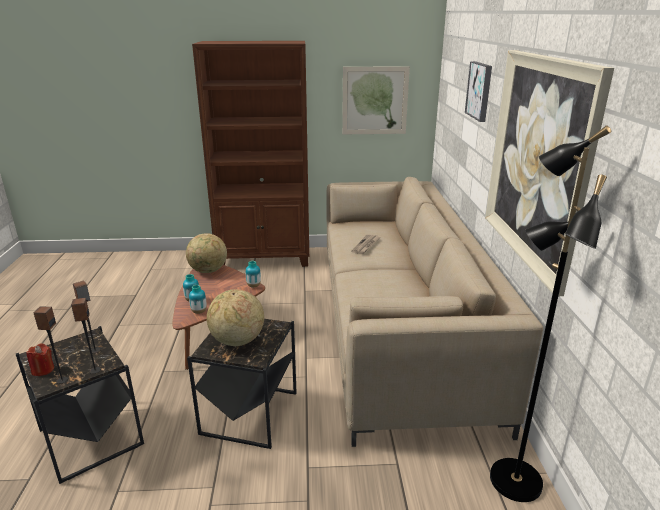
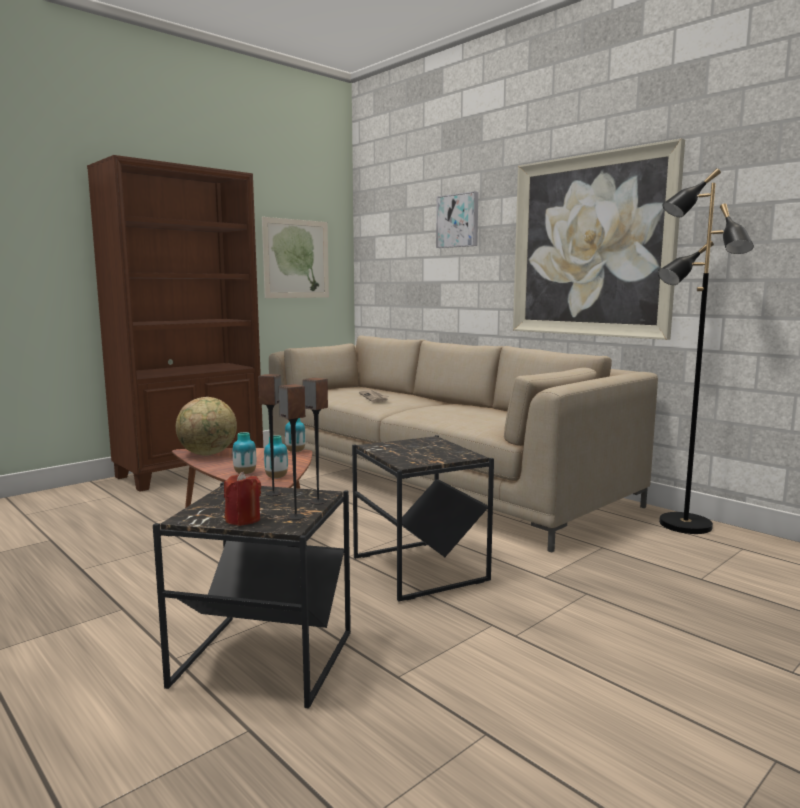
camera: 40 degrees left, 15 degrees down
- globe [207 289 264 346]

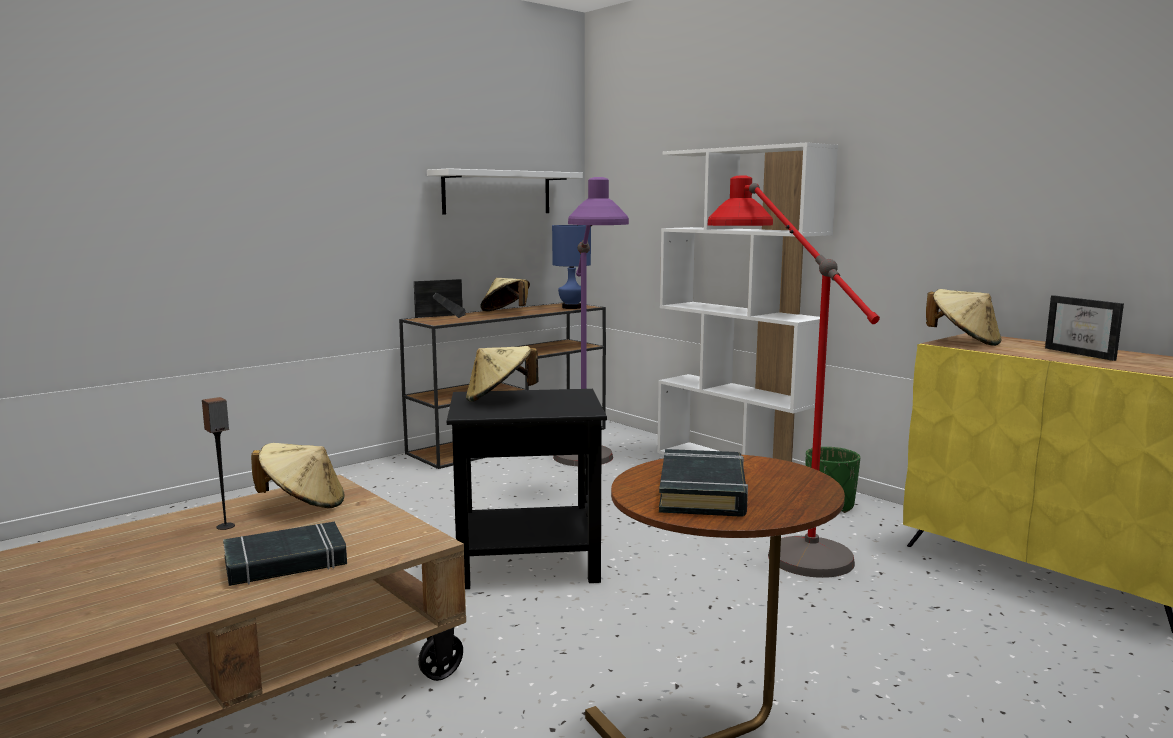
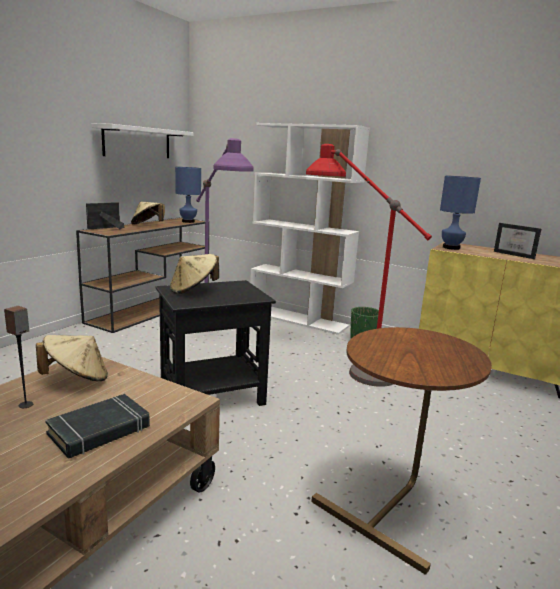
camera: 20 degrees left, 5 degrees up
~ hat (beige) [926 289 1001 346] to table lamp (blue) [440 176 481 250]
- book (black) [659 449 748 517]

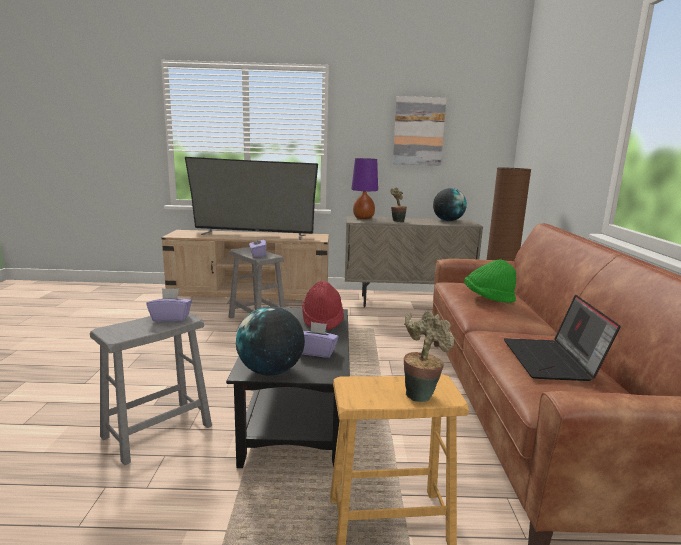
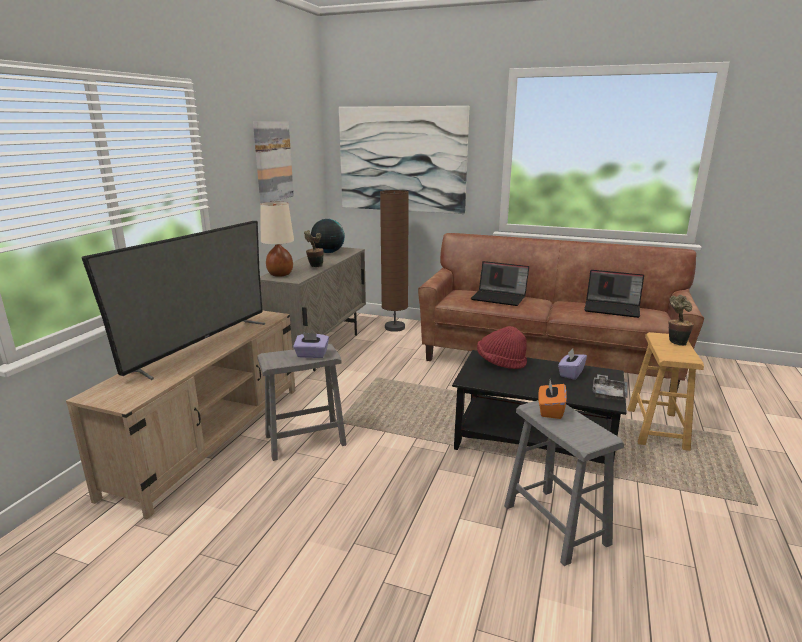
camera: 70 degrees left, 5 degrees up
~ table lamp (purple) [351 158 378 219] to table lamp (beige) [260 202 294 277]
~ hat (green) [464 259 516 303] to laptop [470 261 529 306]
~ tissue box (purple) [146 288 192 322] to tissue box (orange) [538 380 567 419]
~ globe [236 306 305 376] to tray (grey) [592 374 627 400]
+ picture [339 106 469 214]

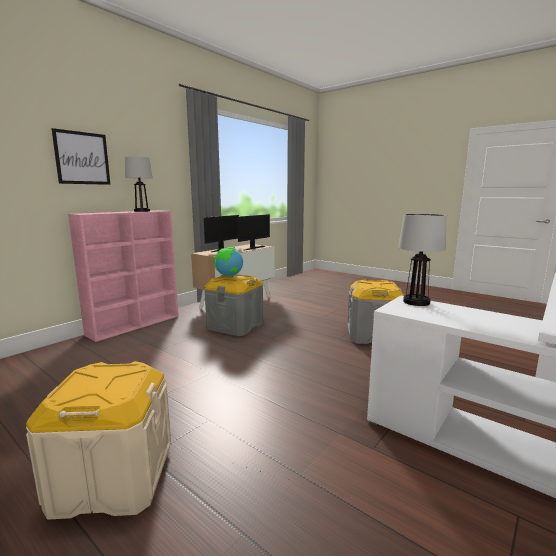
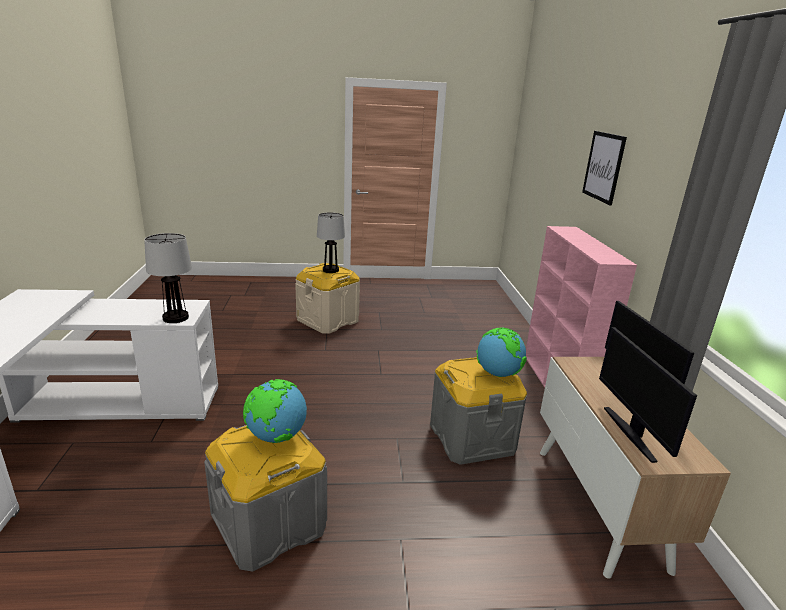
camera: 135 degrees right, 10 degrees up
~ table lamp [125 156 153 212] to [317 212 345 273]
+ globe [243 379 307 443]

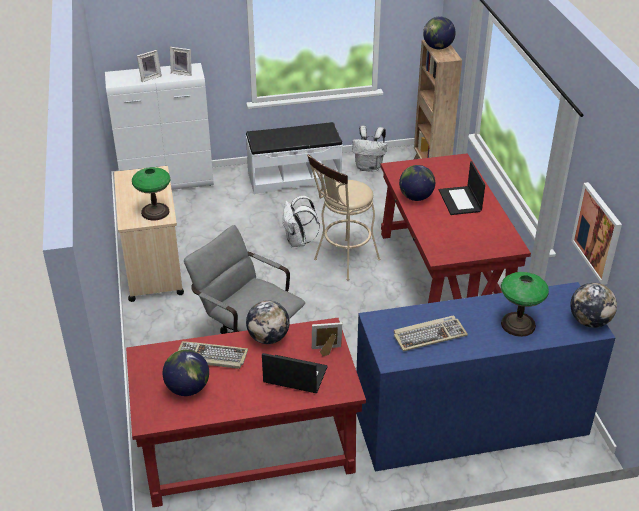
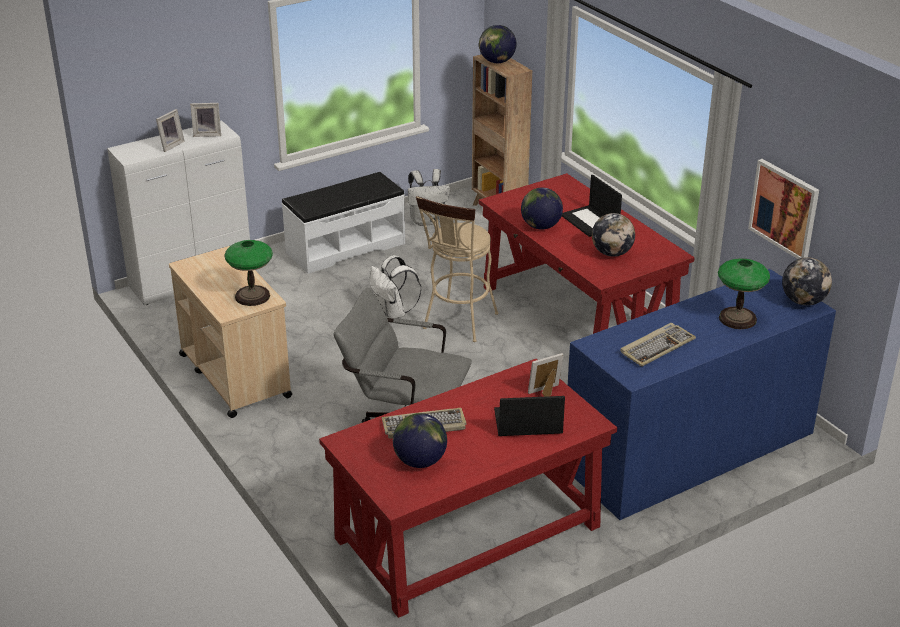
camera: 20 degrees left, 5 degrees down
~ globe [246 300 290 344] to [592 213 635 257]

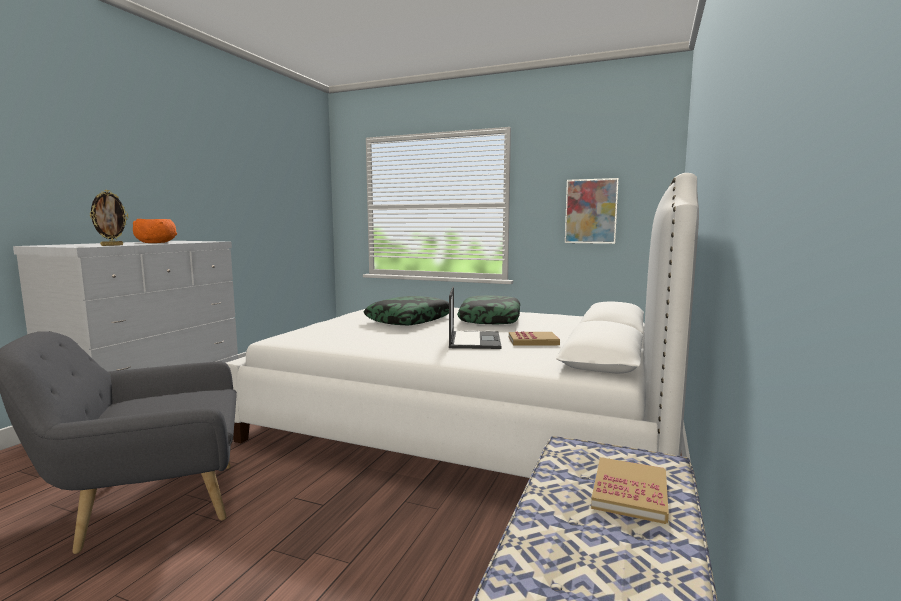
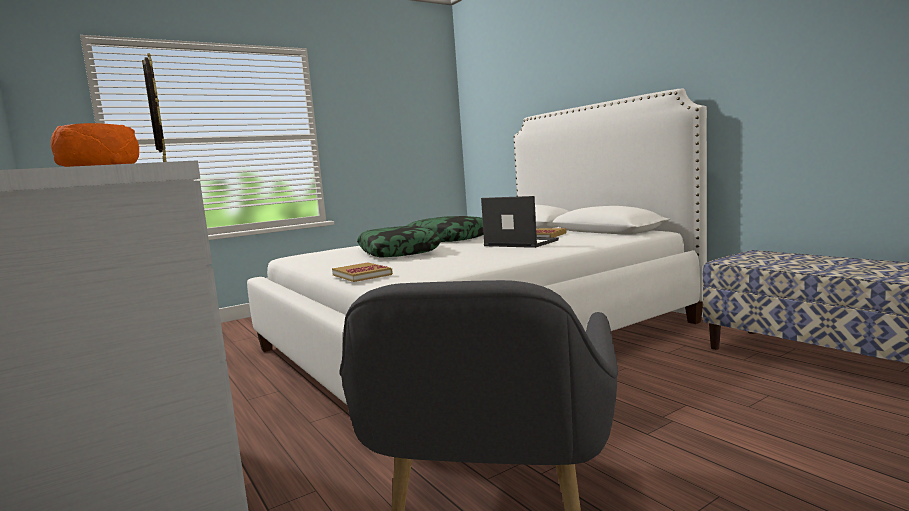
camera: 55 degrees left, 0 degrees up
- picture [565 178 619 244]
~ book [591 457 669 524] to [332 263 393 282]

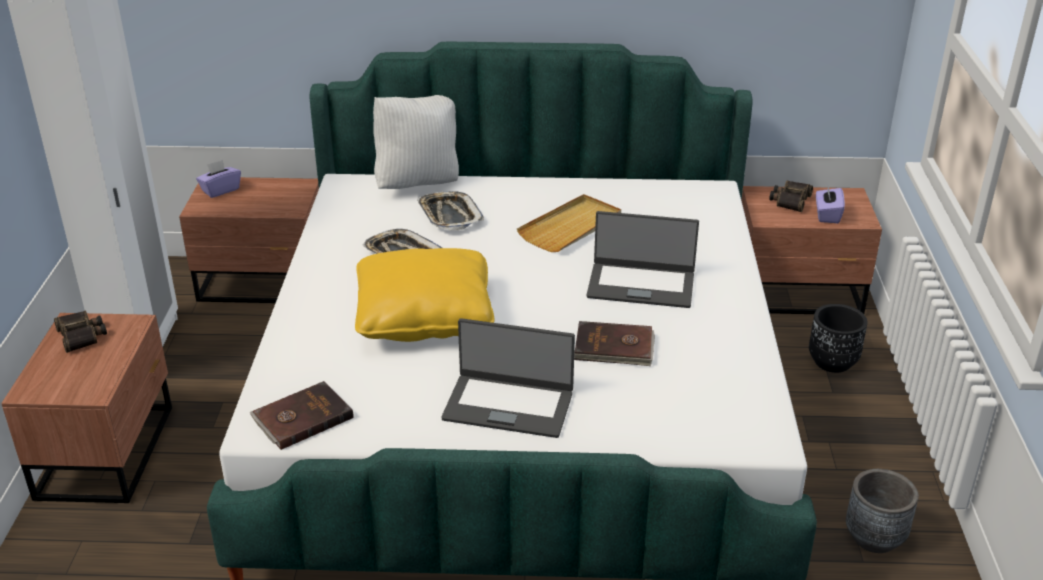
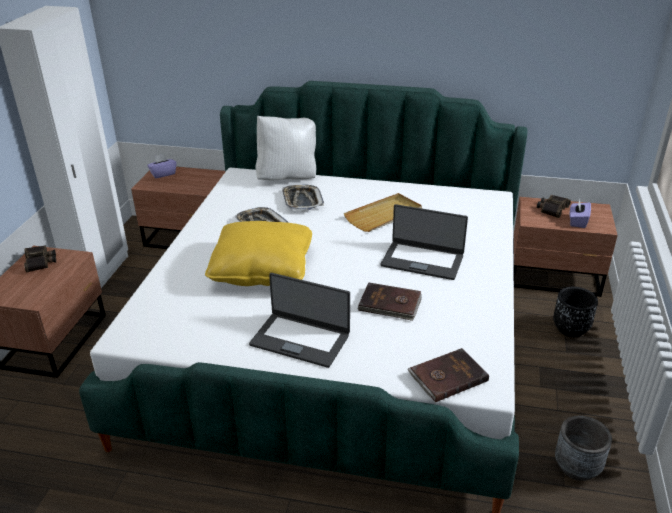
camera: 10 degrees right, 0 degrees up
~ book (brown) [250 381 354 450] to [407 348 489 402]

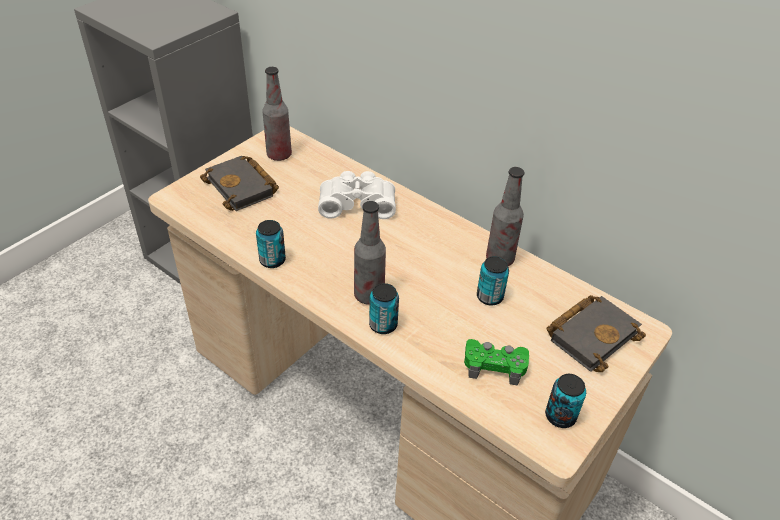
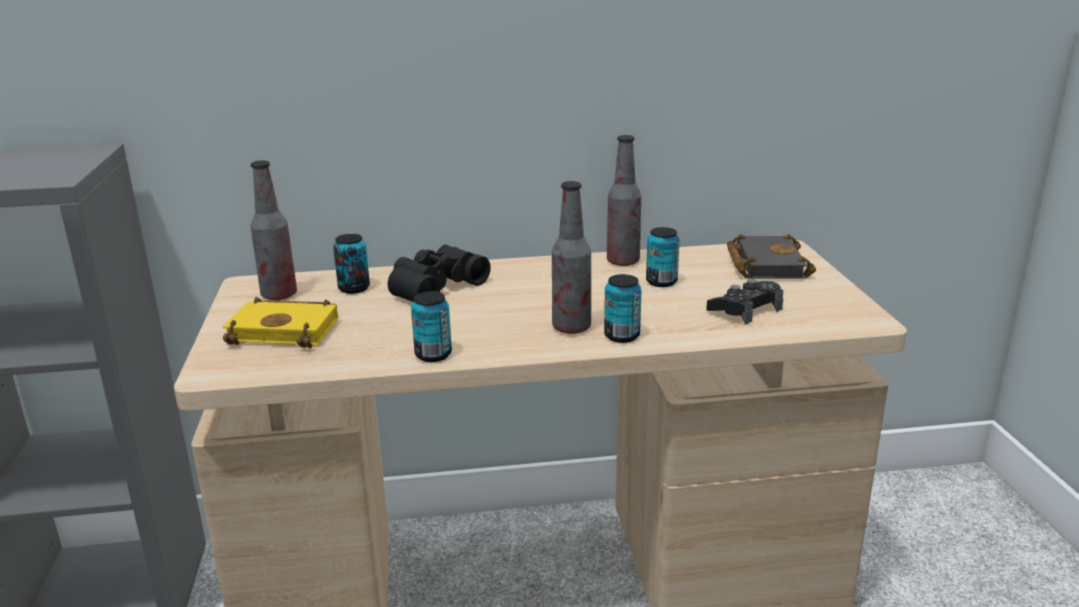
camera: 45 degrees left, 20 degrees down
~ book (black) [200 156 279 211] to book (yellow) [223 297 338 348]
~ binoculars (white) [318 171 396 219] to binoculars (black) [388 245 491 302]
~ game controller (green) [464 339 529 385] to game controller (black) [706 279 783 324]
~ can [545 374 586 428] to [333 234 370 294]

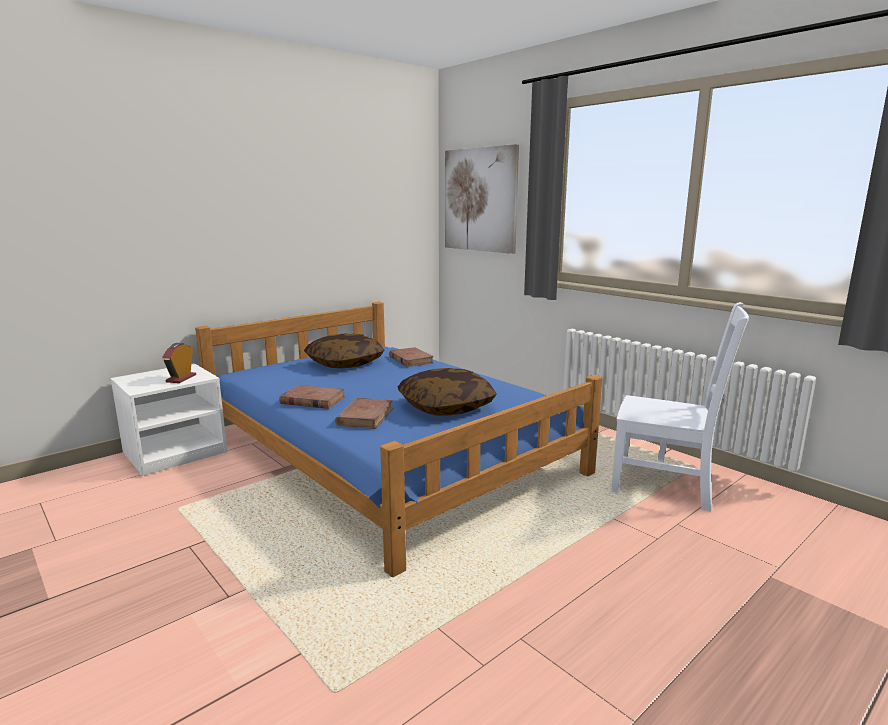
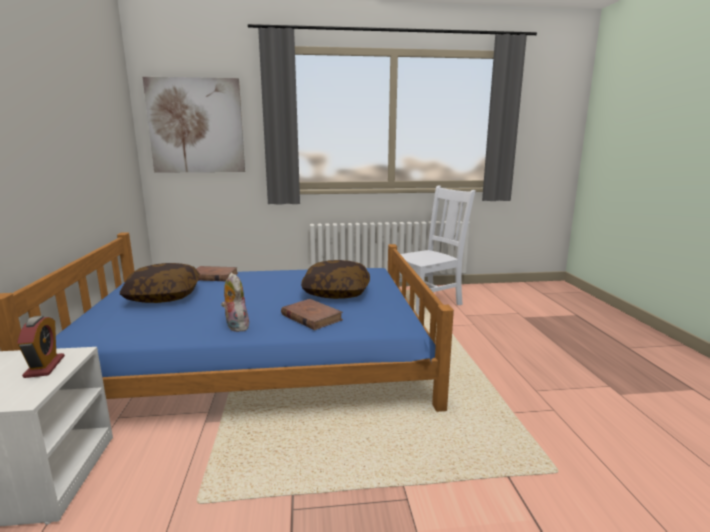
camera: 55 degrees left, 0 degrees up
~ alarm clock [162 343 196 383] = [17 315 65 378] 150 degrees counterclockwise
~ book (brown) [279 385 345 409] to plush toy [221 273 250 332]

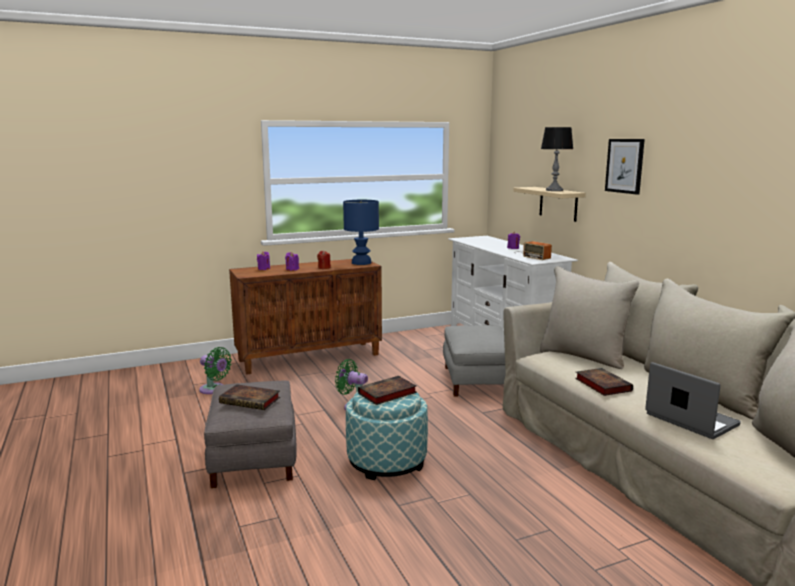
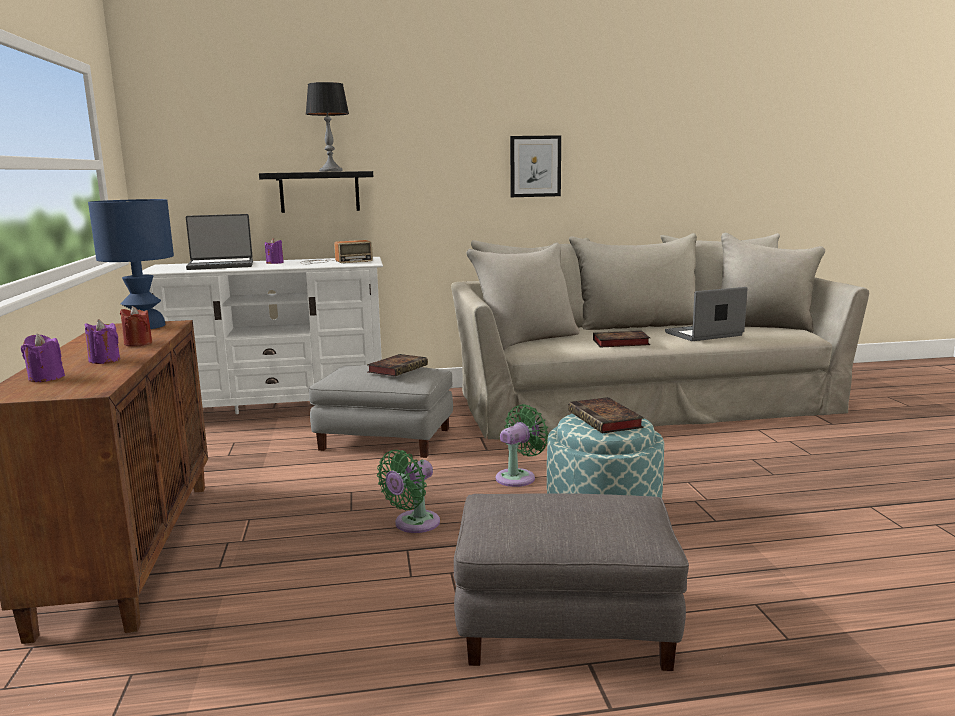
camera: 75 degrees left, 0 degrees up
~ picture [605 139 645 195] to [510 135 561 197]
~ shelf (beige) [513 187 586 222] to shelf (black) [259 171 373 213]
~ fan (green) [199 347 232 394] to [496 404 549 487]
~ book [219 384 280 410] to [367 354 428 376]
+ laptop [186 214 253 270]

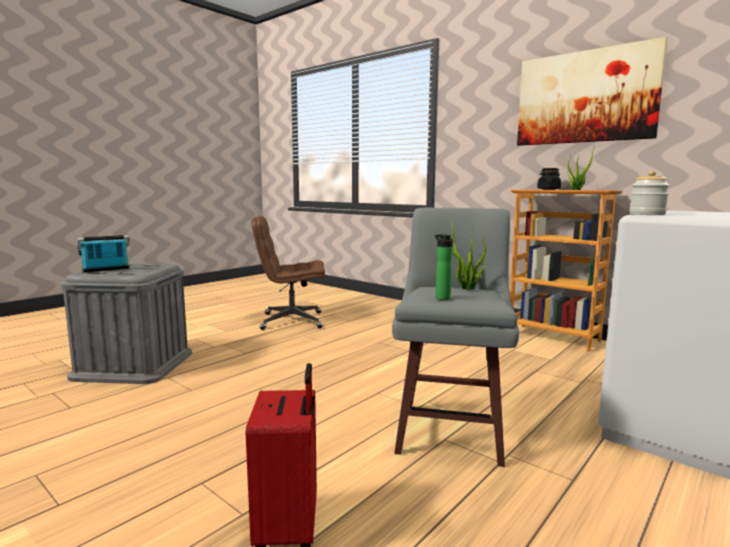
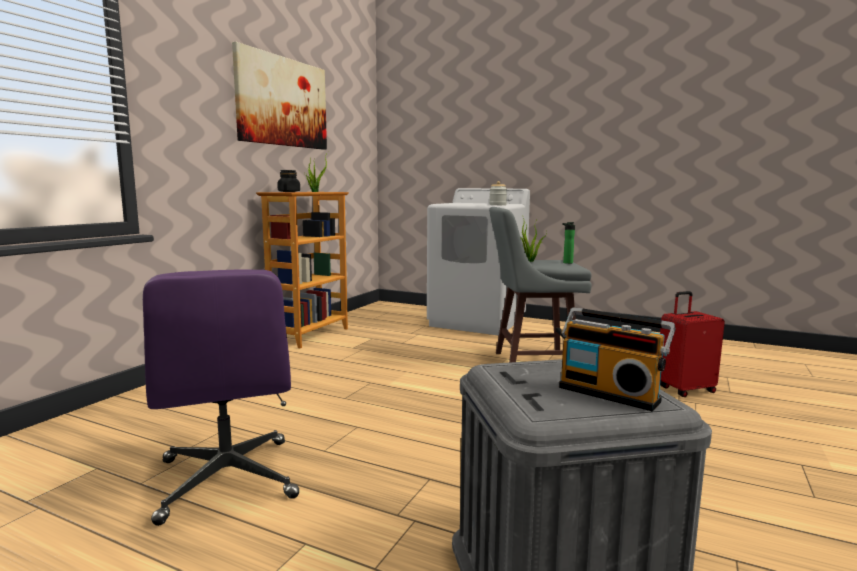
camera: 105 degrees left, 0 degrees up
~ office chair (brown) [251 216 326 330] to office chair (purple) [143 269 299 526]

